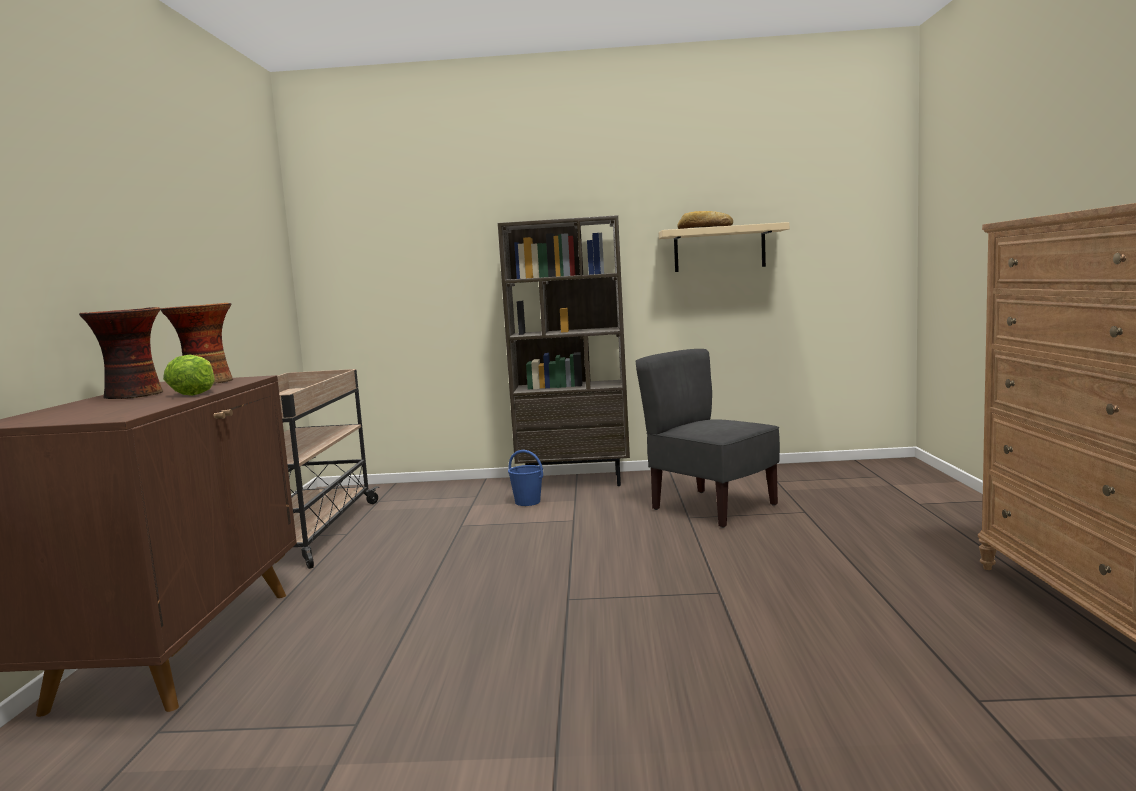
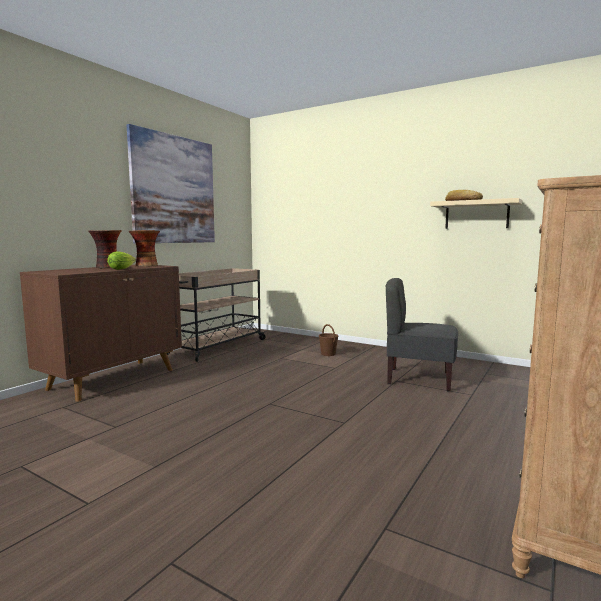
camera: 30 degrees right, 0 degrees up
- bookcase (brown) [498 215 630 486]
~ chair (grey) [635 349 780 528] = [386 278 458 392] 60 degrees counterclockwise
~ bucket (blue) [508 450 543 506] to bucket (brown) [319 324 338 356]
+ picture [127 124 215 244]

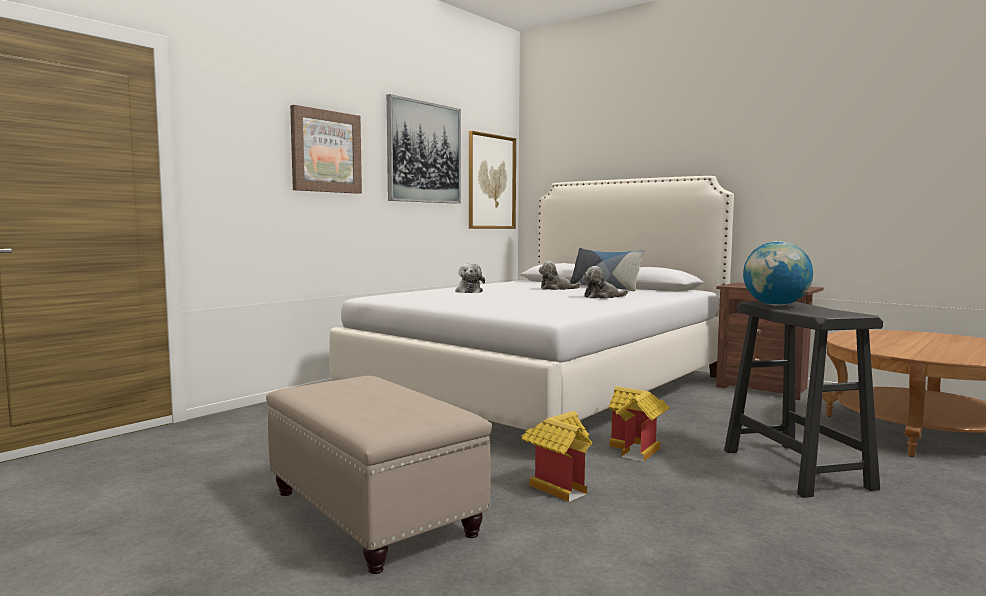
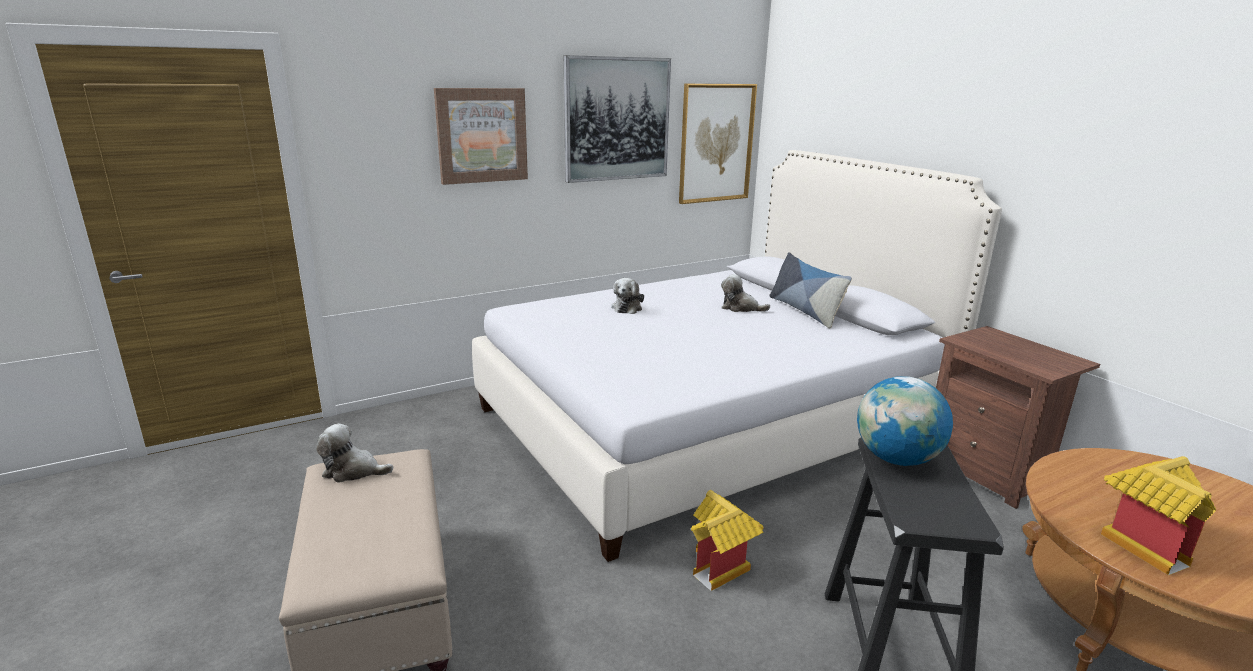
camera: 20 degrees right, 15 degrees up
~ plush toy [583 266 628 299] to [316 424 393 483]
~ toy house [522 411 592 502] to [1101 456 1216 575]

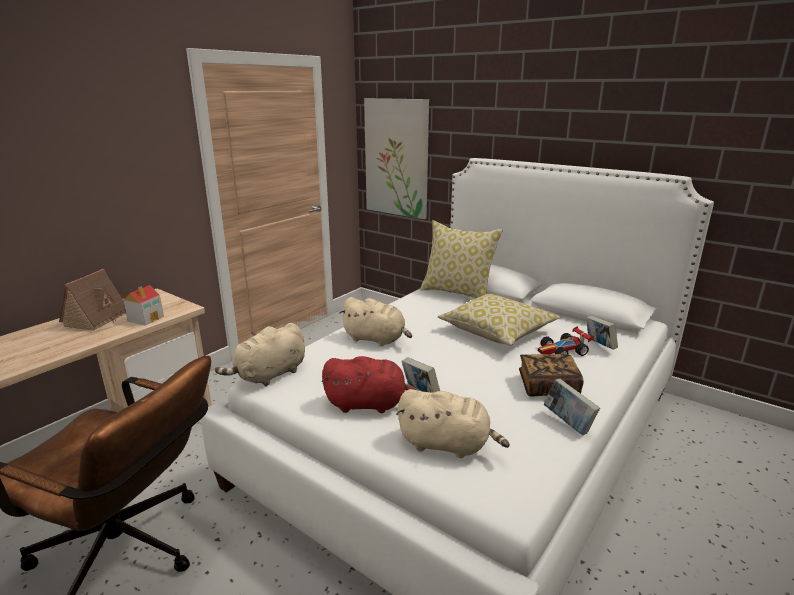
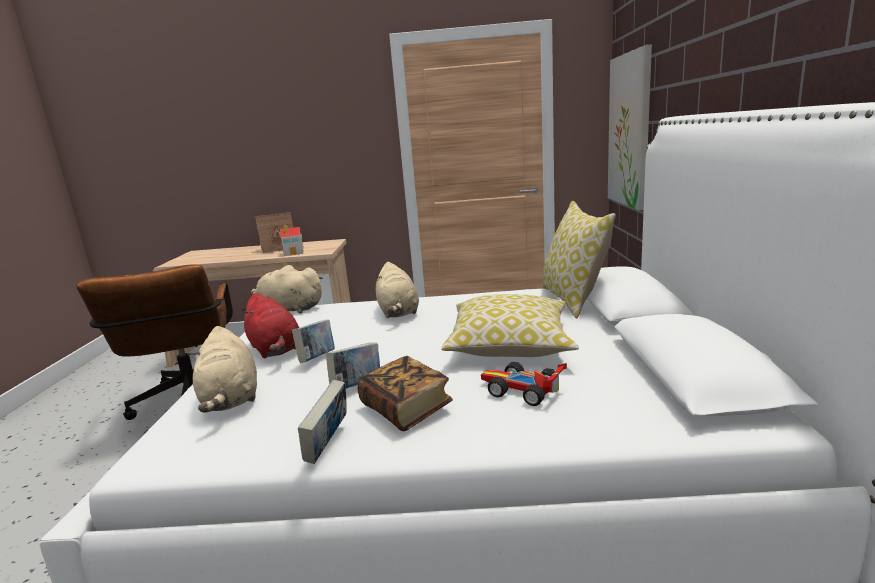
camera: 55 degrees right, 5 degrees down
~ book [586 316 618 350] to [326 343 380 388]

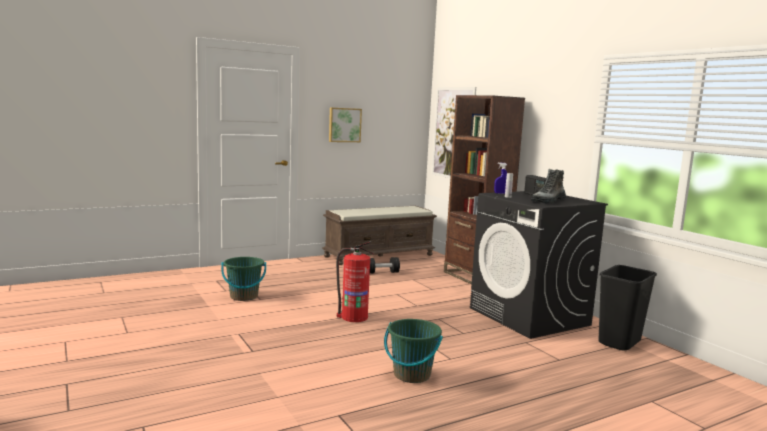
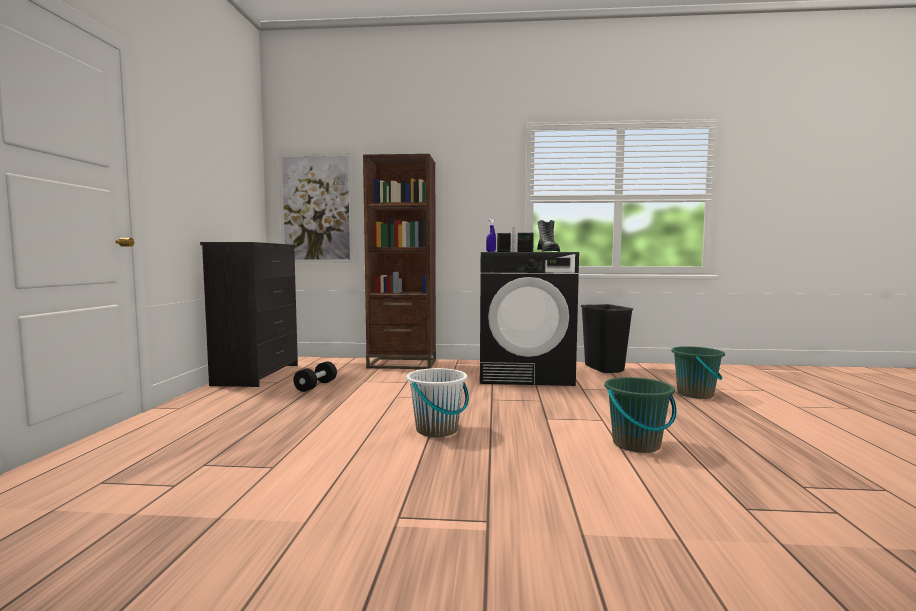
camera: 55 degrees left, 5 degrees down
- picture [329 107 362 142]
~ bench (brown) [322 206 437 265] to dresser (black) [200 242 298 387]
~ fire extinguisher [336 242 374 322] to bucket (white) [406 368 469 437]
~ bucket (green) [221 257 266 301] to [672 346 725 399]

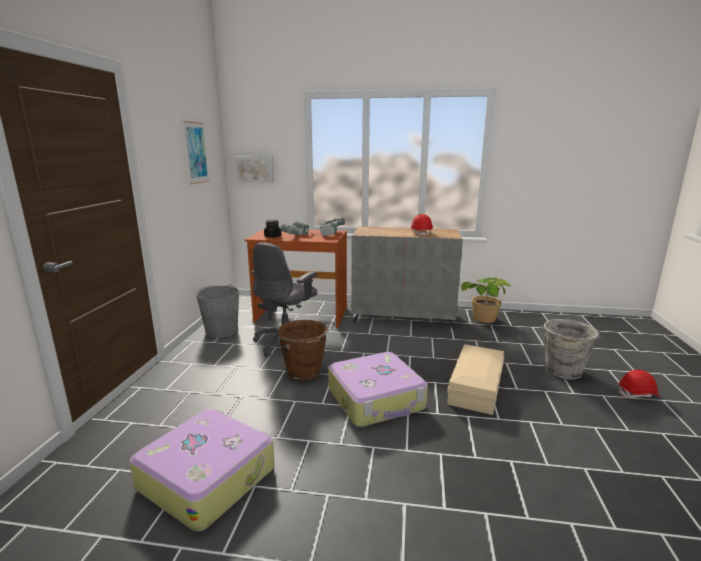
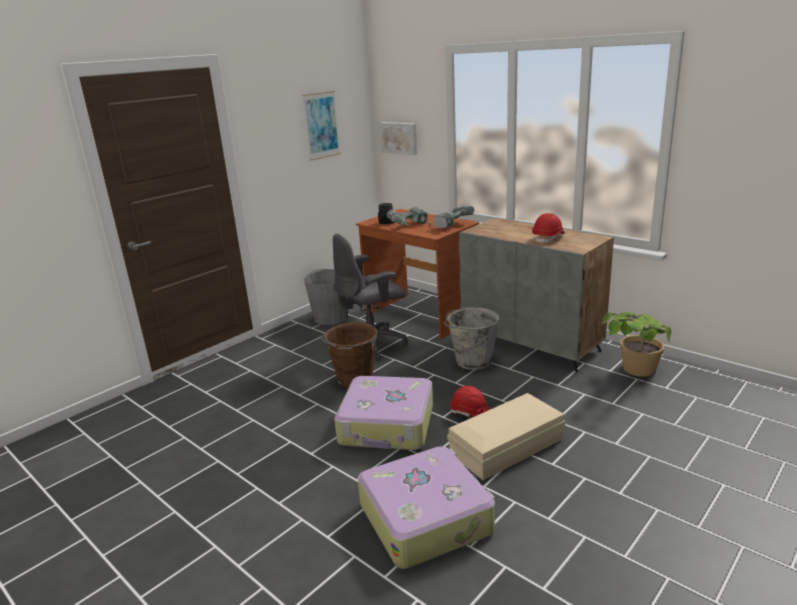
camera: 35 degrees right, 5 degrees up
~ bucket (grey) [541 319 601 379] to [443 307 500 370]
~ hard hat (red) [619 370 660 398] to [450 386 490 417]
~ suitcase [130 409 275 532] to [358 446 495 569]

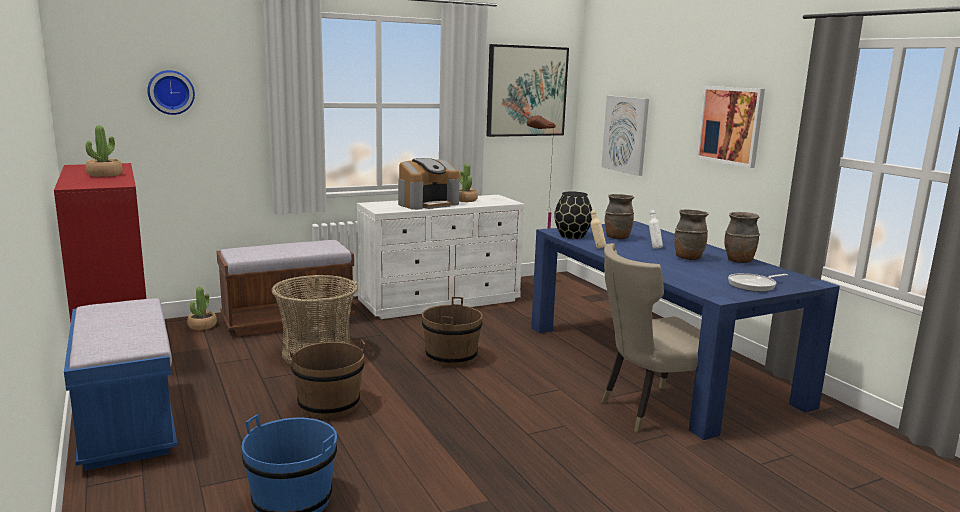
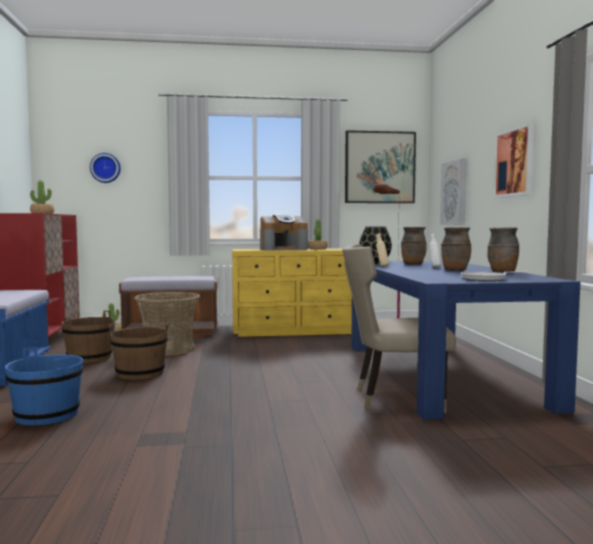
camera: 20 degrees right, 10 degrees down
~ dresser (white) [357 195 524 319] to dresser (yellow) [232 248 352 337]
~ bucket (brown) [422 297 483 367] to [61 310 115 363]

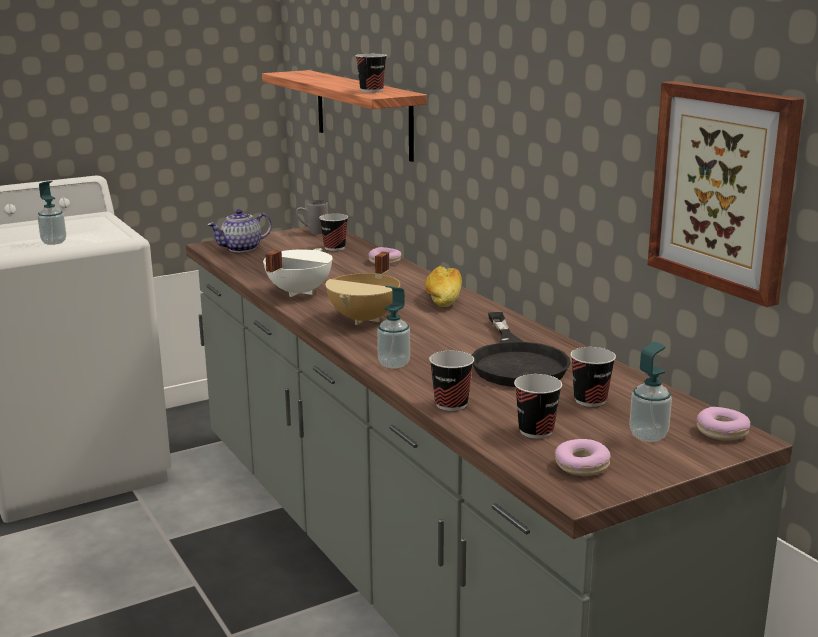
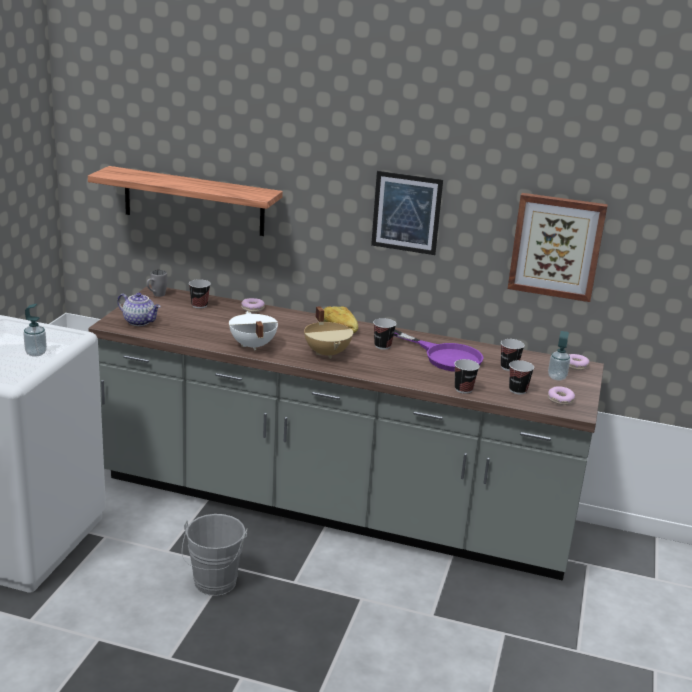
camera: 45 degrees left, 5 degrees up
~ cup [355 54 387 93] to [373 318 396 350]
~ teapot [207 209 272 252] = [117 293 161 326] 75 degrees counterclockwise
- soap dispenser [377 286 410 368]
~ frying pan (black) [472 312 571 387] to frying pan (purple) [394 330 484 372]
+ picture [371 171 443 255]
+ bucket (grey) [182 514 248 596]

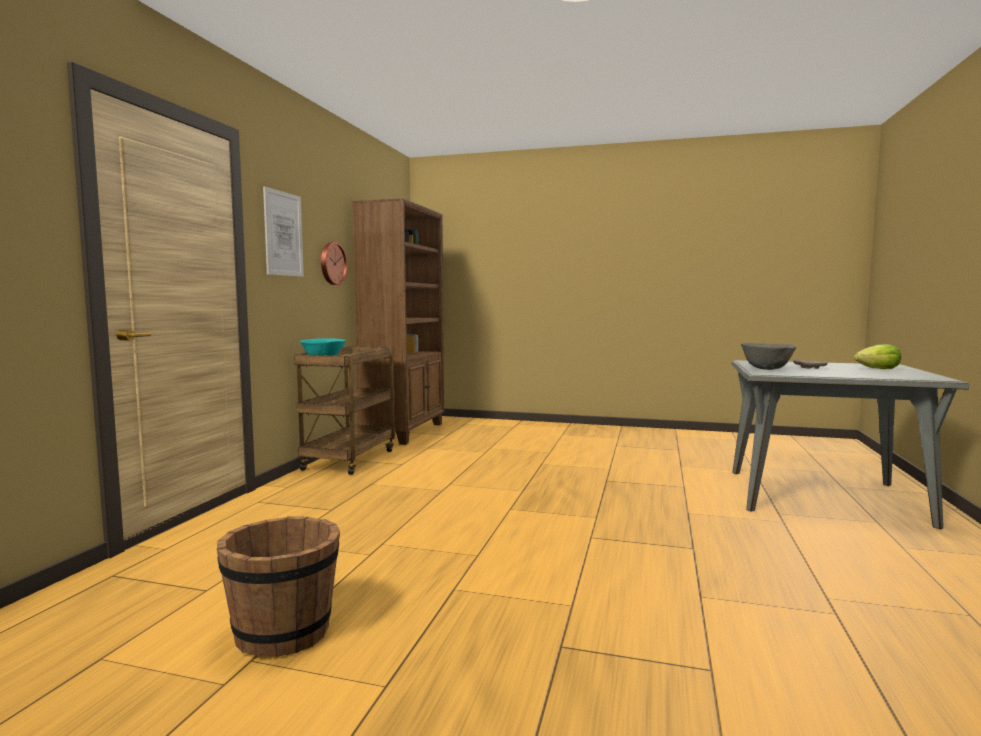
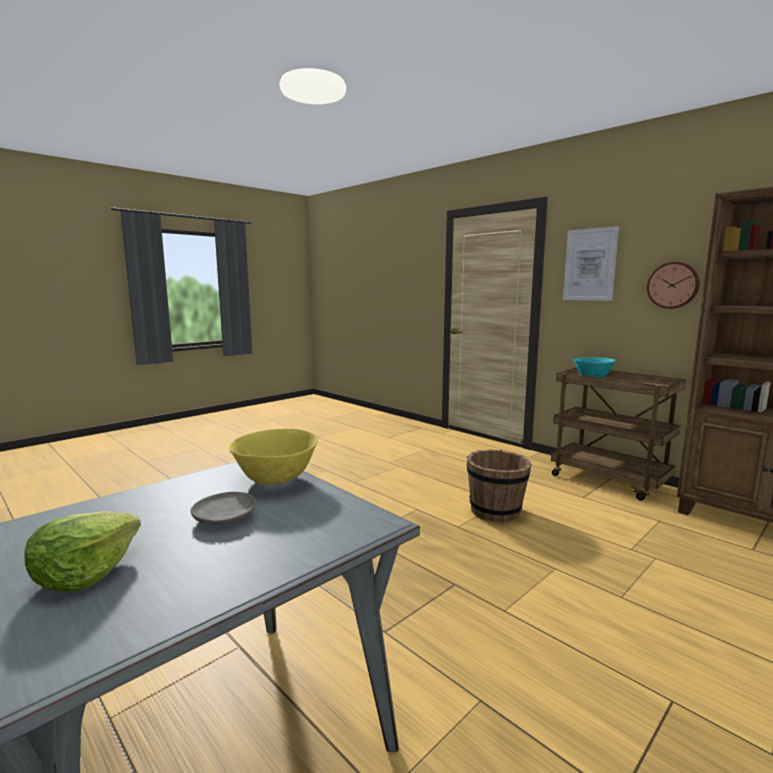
camera: 120 degrees right, 5 degrees up
~ bowl (grey) [741 343 797 370] to bowl (yellow) [229 429 318 485]
~ bucket (brown) [217 516 340 657] to [467 450 532 523]

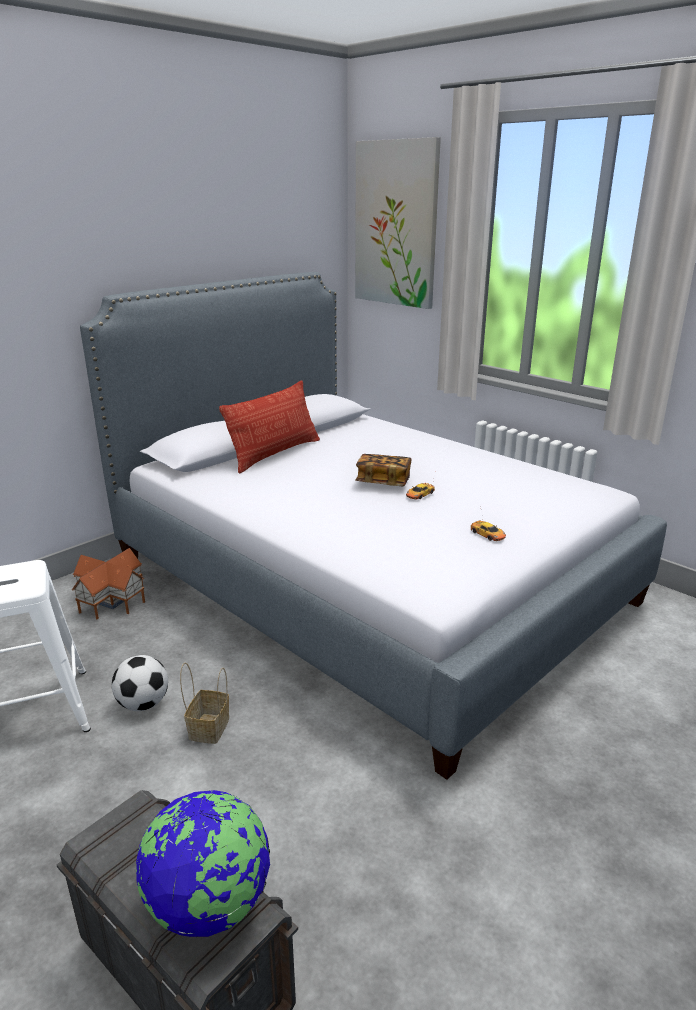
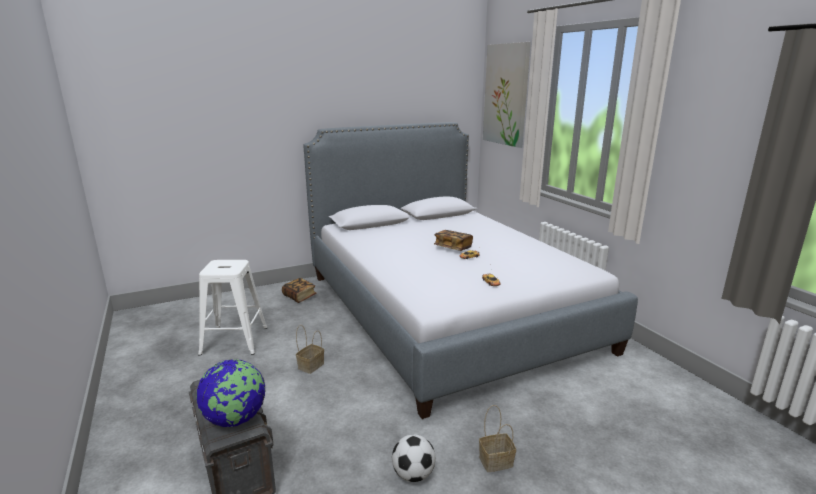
camera: 20 degrees right, 5 degrees down
- pillow [219 380 320 474]
~ toy house [72 548 145 619] to book [282 278 316 303]
~ football [112 655 168 711] to [392 435 436 482]
+ basket [479 405 516 472]

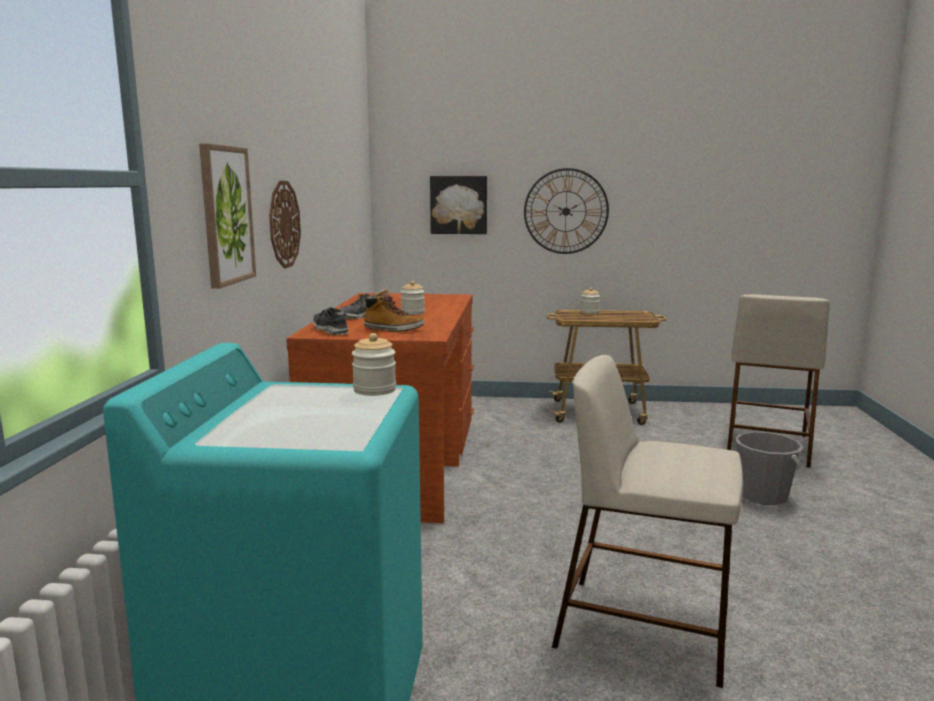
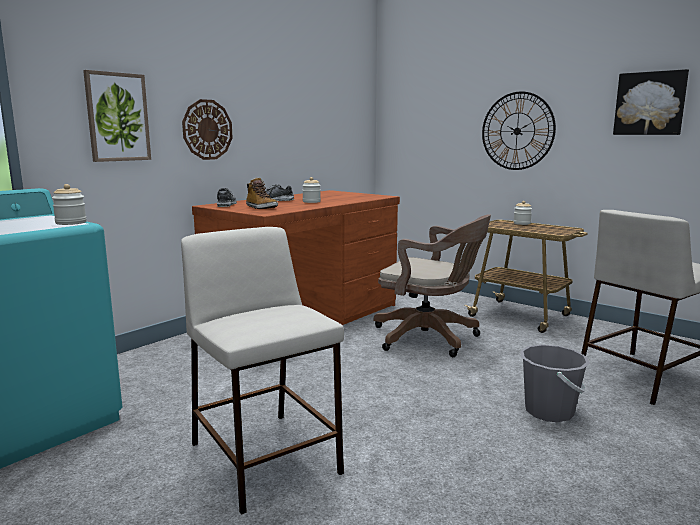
camera: 35 degrees right, 0 degrees up
~ picture [430 176 487 234] to [613 69 689 135]
+ office chair (brown) [374 214 491 357]

